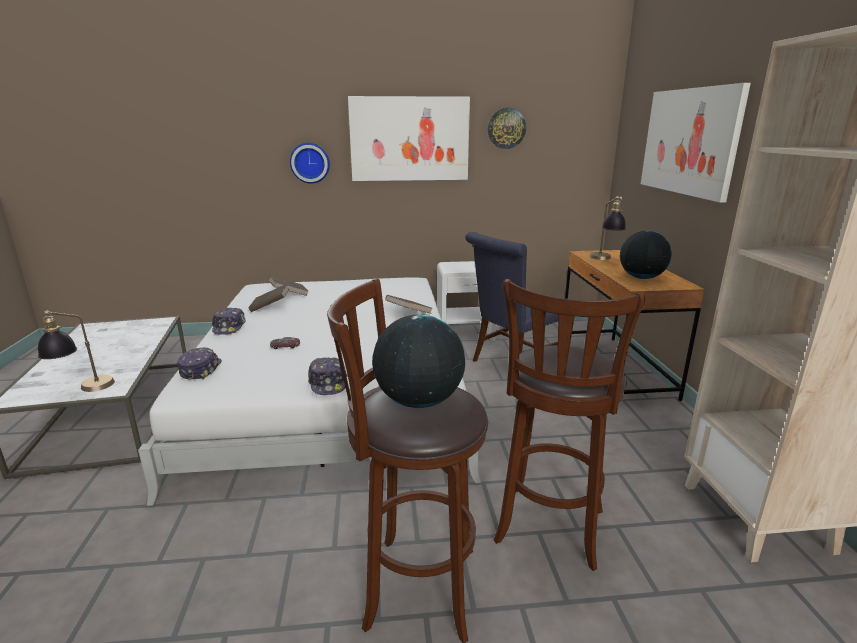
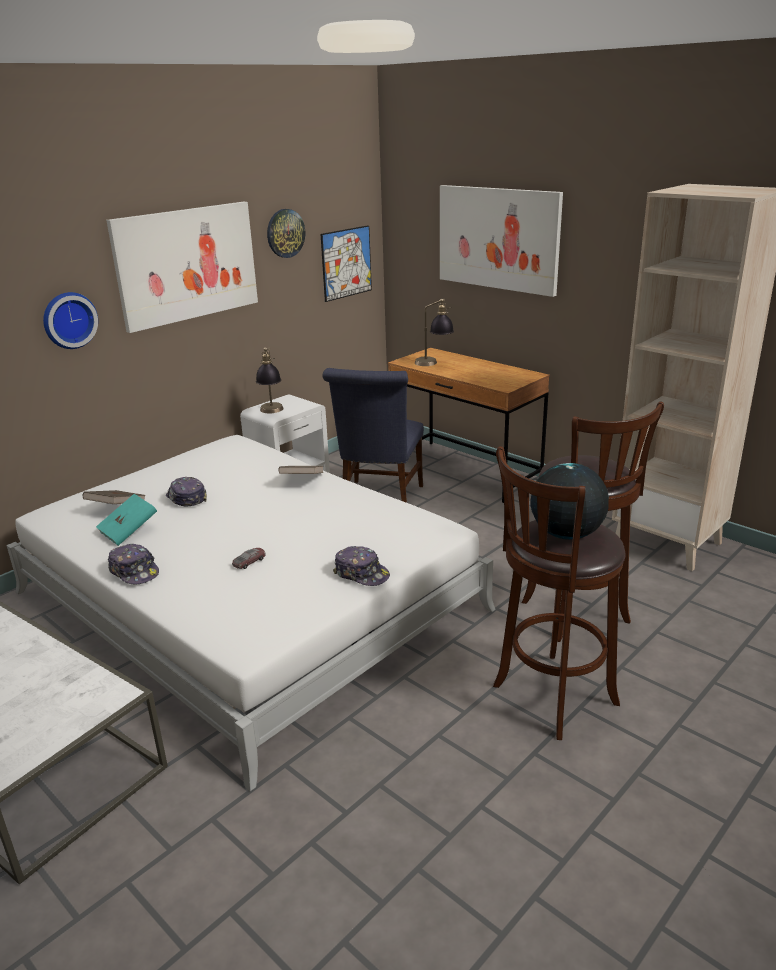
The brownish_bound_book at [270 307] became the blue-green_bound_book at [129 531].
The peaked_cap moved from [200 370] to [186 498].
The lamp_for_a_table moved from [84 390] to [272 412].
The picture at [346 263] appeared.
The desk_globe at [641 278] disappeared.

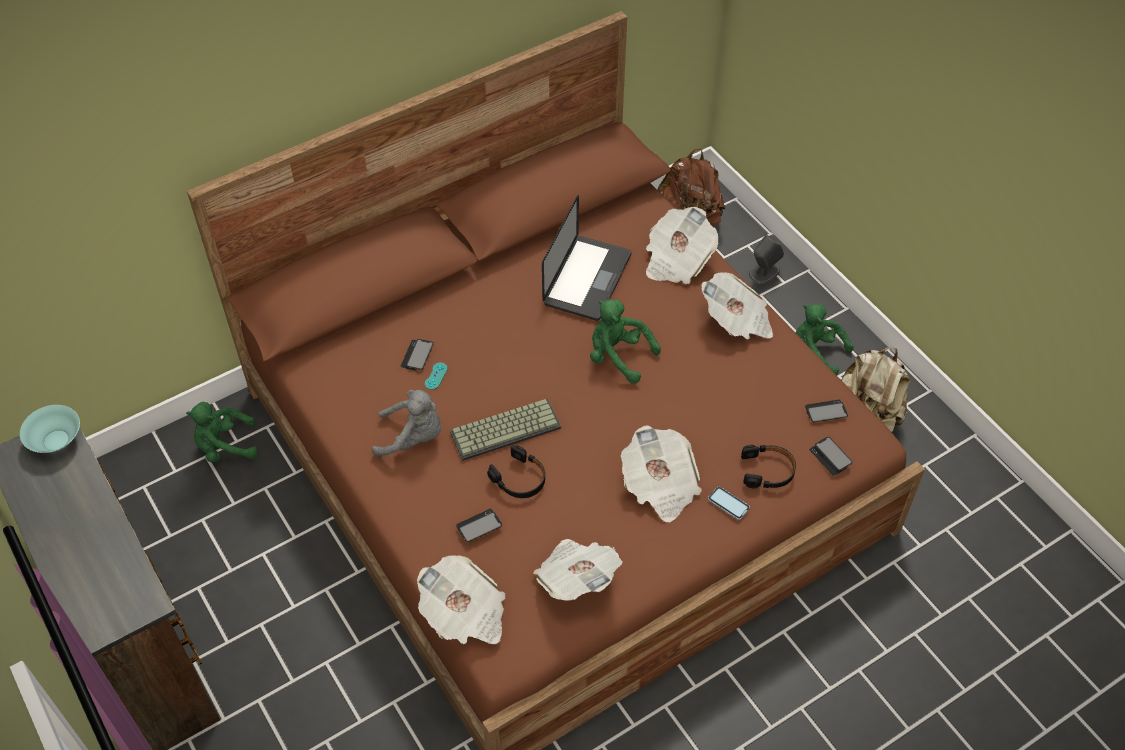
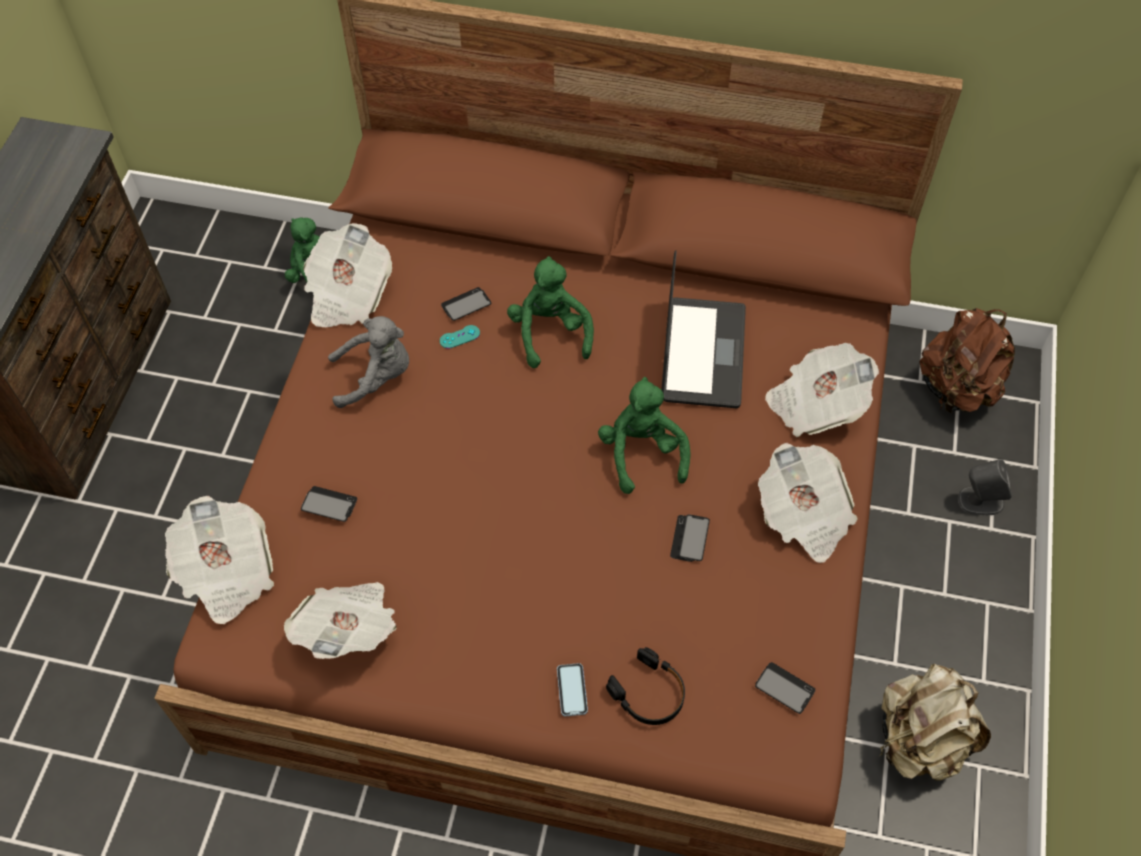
The daily_paper moved from [660 486] to [347 294].
The greyish_cuddly_toy at [413 437] turned 60 degrees counterclockwise.
The greenish_cuddly_toy moved from [815 353] to [550 332].
The laptop at [587 279] turned 60 degrees counterclockwise.
The telephone moved from [830 457] to [689 539].
The blue-green_serving_bowl at [55 440] disappeared.
The computer_keyboard at [506 428] disappeared.
The blackish_headphones at [519 478] disappeared.

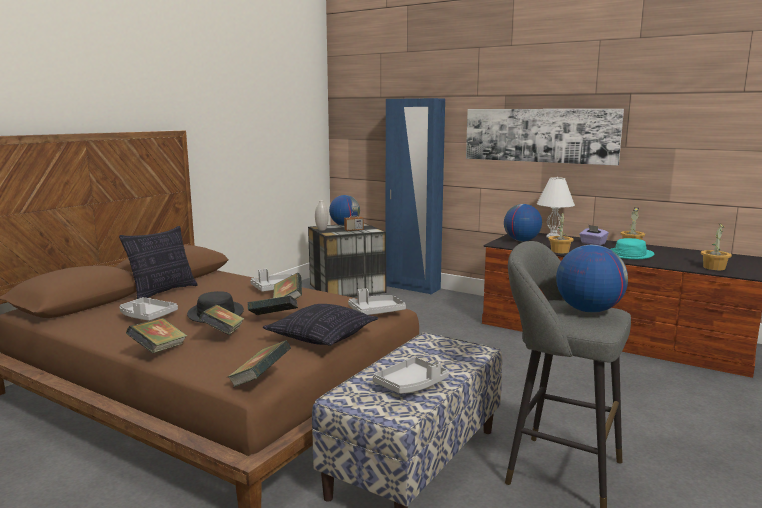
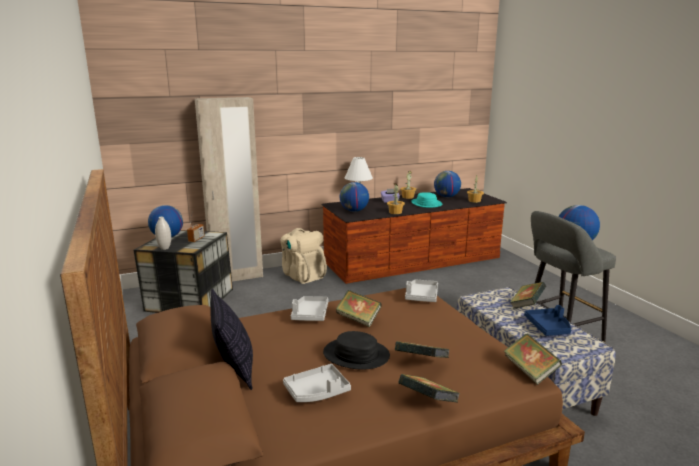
The blue_wardrobe at [412 287] became the beige_wardrobe at [237 277].
The beige_backpack at [302 275] appeared.
The desk_globe at [446 197] appeared.
The bound_book moved from [273 319] to [526 305].
The greyish_tray at [411 385] became the blue_tray at [548 327].
The cushion at [322 337] disappeared.
The picture at [539 135] disappeared.

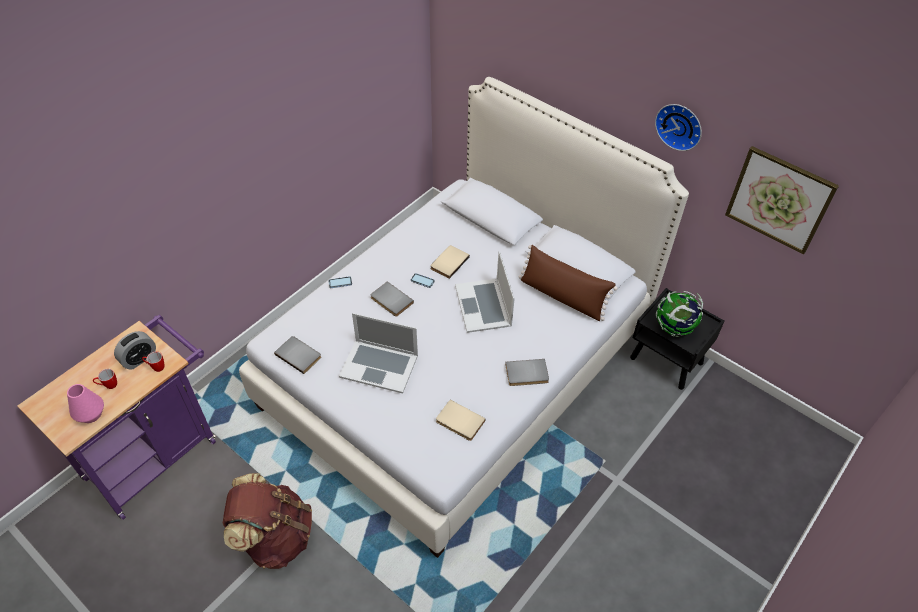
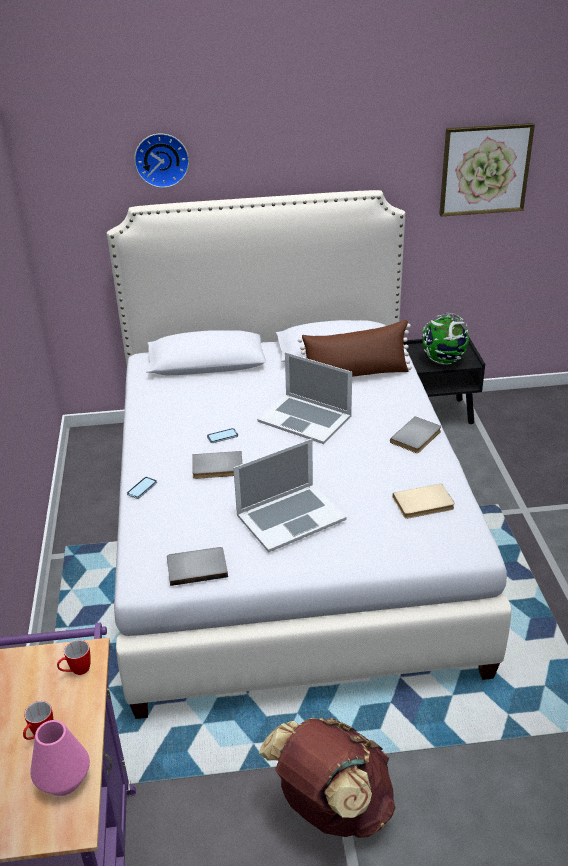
The clock_on_the_wall moved from [680 125] to [161 159].
The bedside_clock at [139 359] disappeared.
The beige_bound_book at [448 262] disappeared.

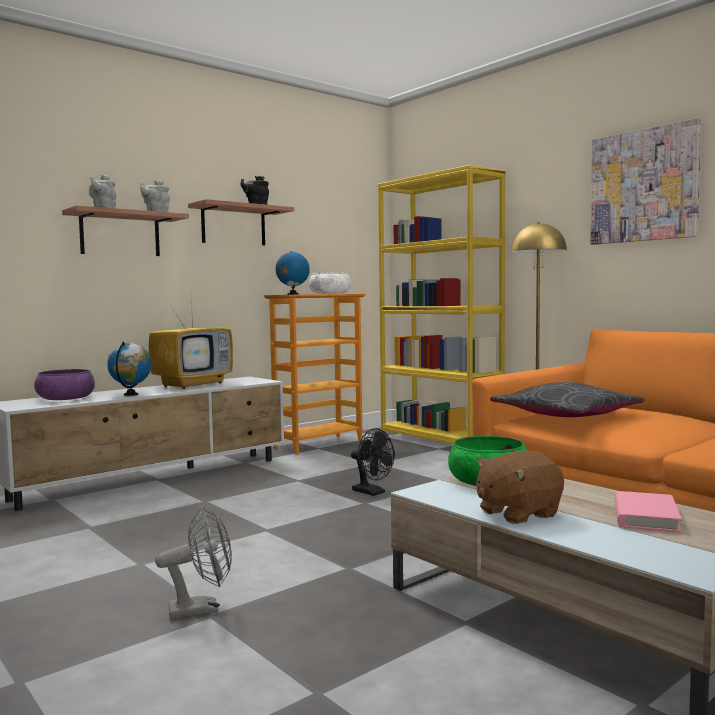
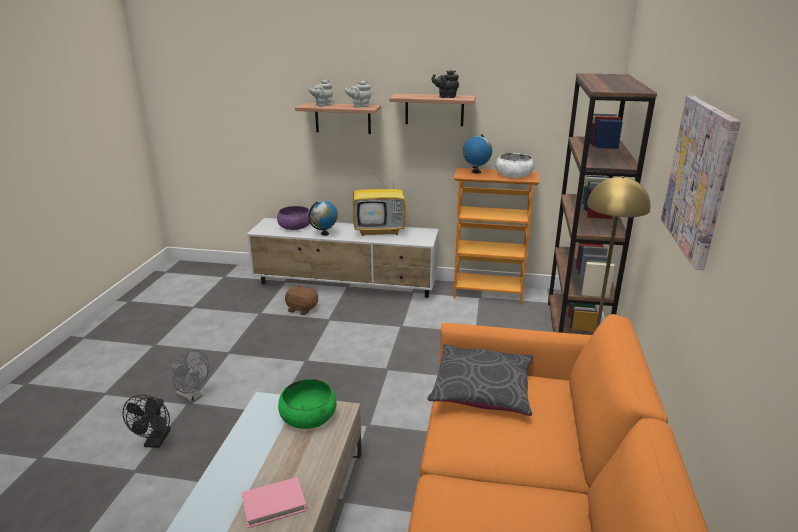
The blackish_fan moved from [372 492] to [156 442].
The brownish_cuddly_toy moved from [517 513] to [302 309].
The yellowish_shelving_unit at [440 442] became the brownish_shelving_unit at [574 332].

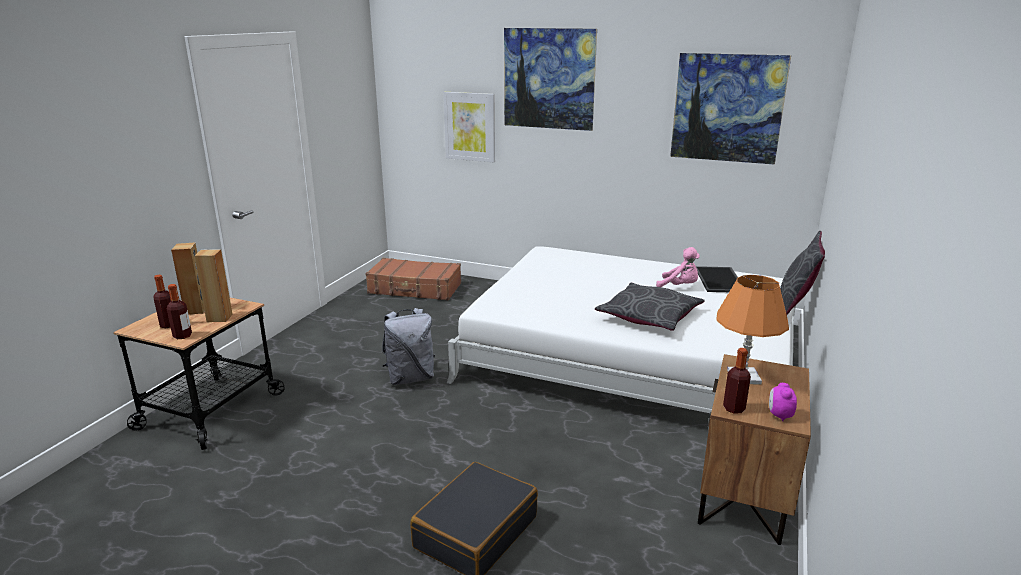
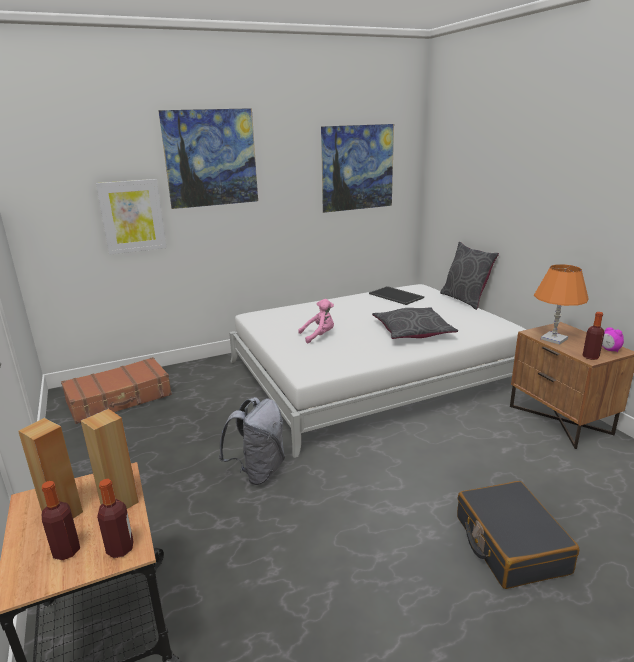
The pink_cuddly_toy moved from [679 286] to [319 336].

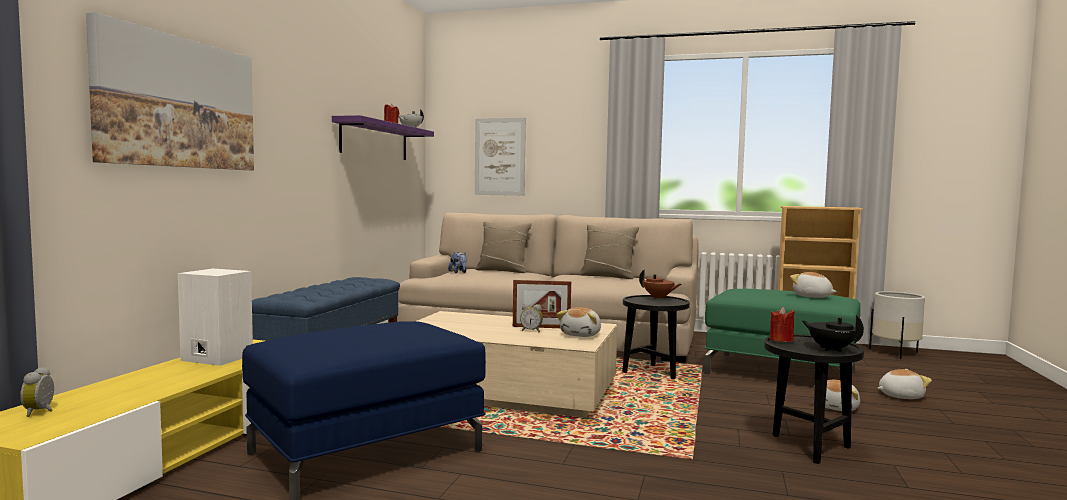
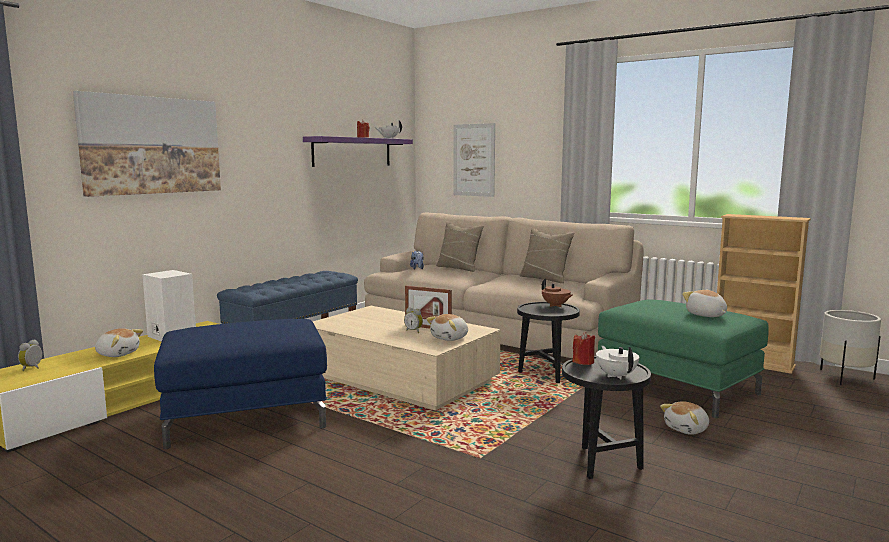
The cuddly_toy moved from [900 396] to [118 354].
The blackish_teapot at [830 349] became the whitish_teapot at [616 375].

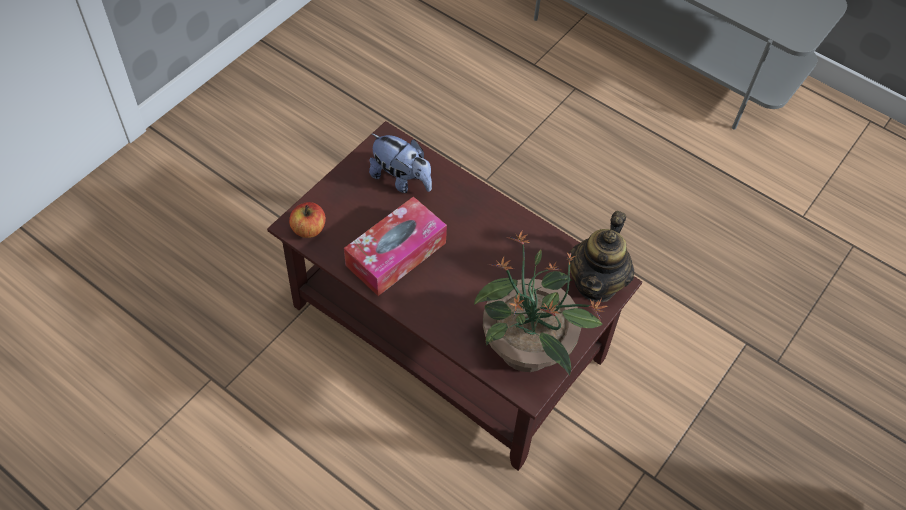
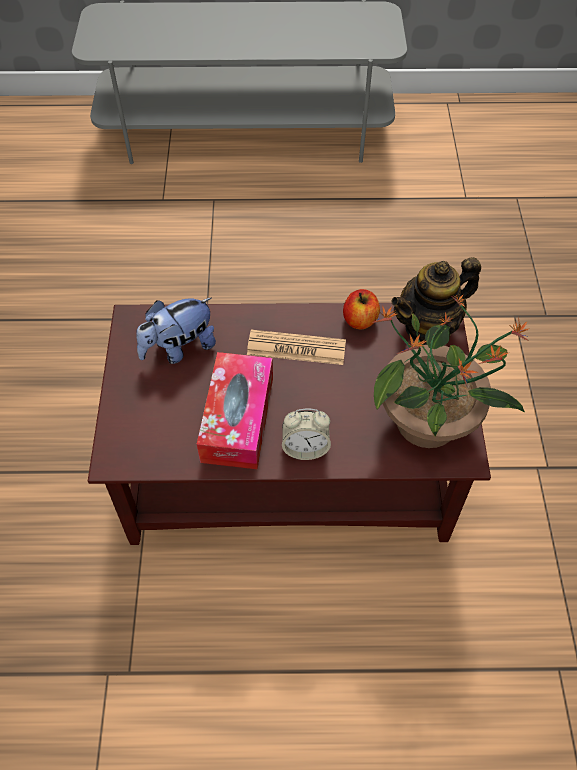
The cuddly_toy at [401 179] turned 150 degrees clockwise.
The daily_paper at [296 348] appeared.
The bedside_clock at [305 447] appeared.
The apple_fruit moved from [309 229] to [360 320].
The teapot at [596 283] turned 75 degrees clockwise.

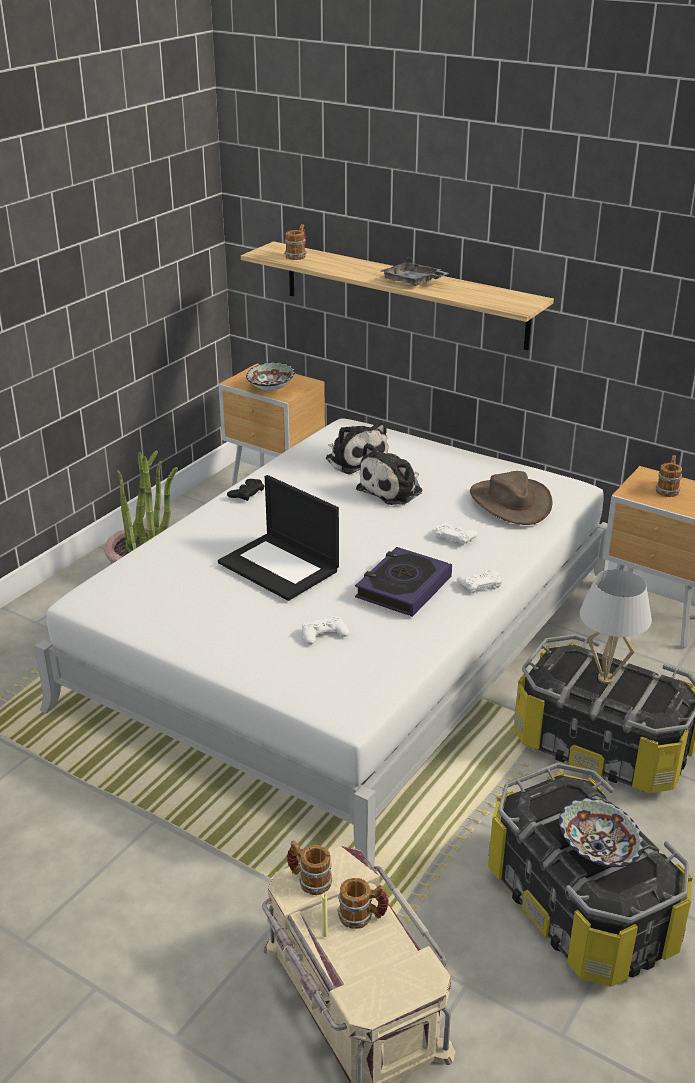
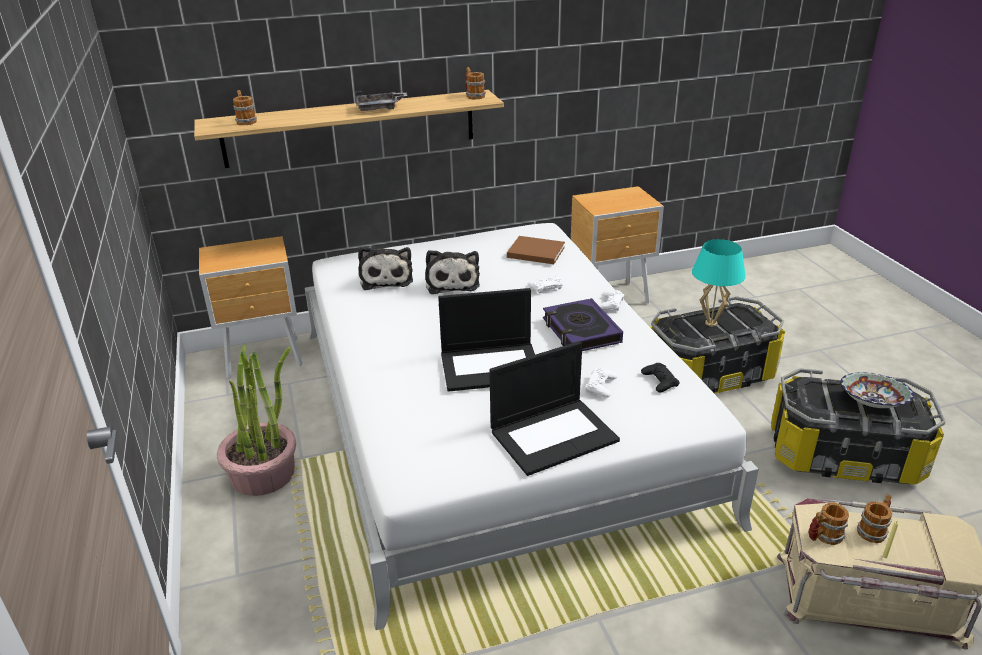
The cuddly_toy at [355 459] turned 75 degrees clockwise.
The coffee_mug moved from [668 489] to [473 96].
The laptop at [554 435] appeared.
The brownish_hat at [510 502] was replaced by the brownish_bound_book at [534 252].
The blackish_joypad moved from [246 493] to [659 381].
The whitish_lamp_for_a_table at [606 678] became the blue-green_lamp_for_a_table at [711 323].
The serving_bowl at [271 389] disappeared.

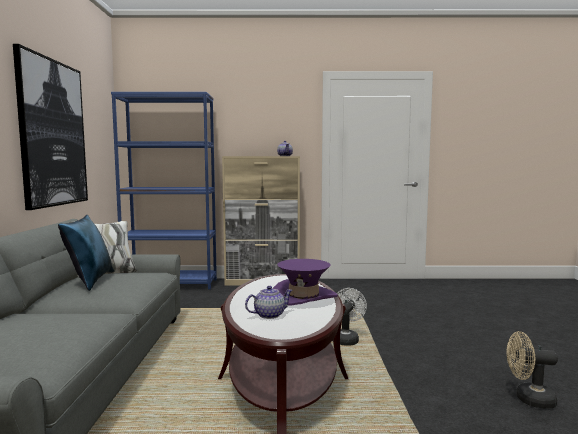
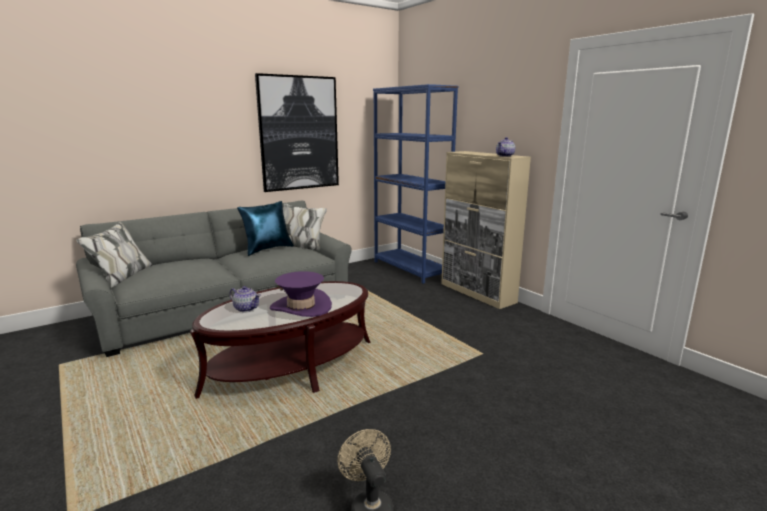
The whitish_fan at [346 339] disappeared.

